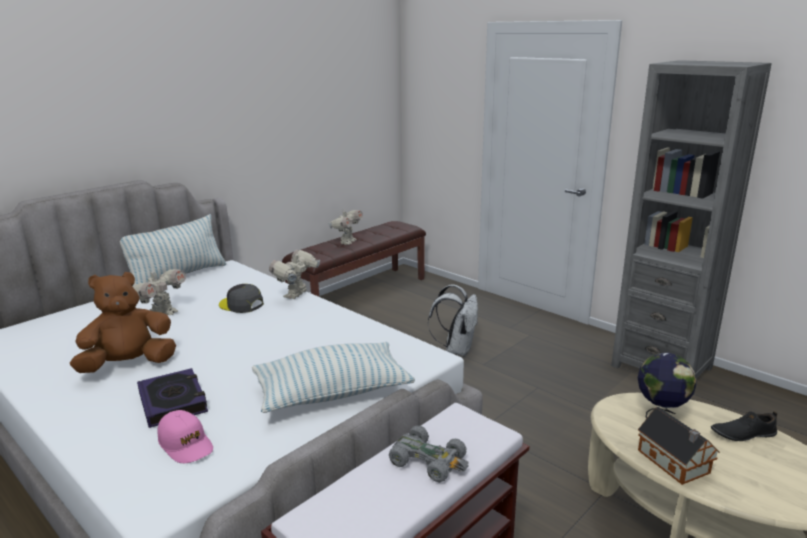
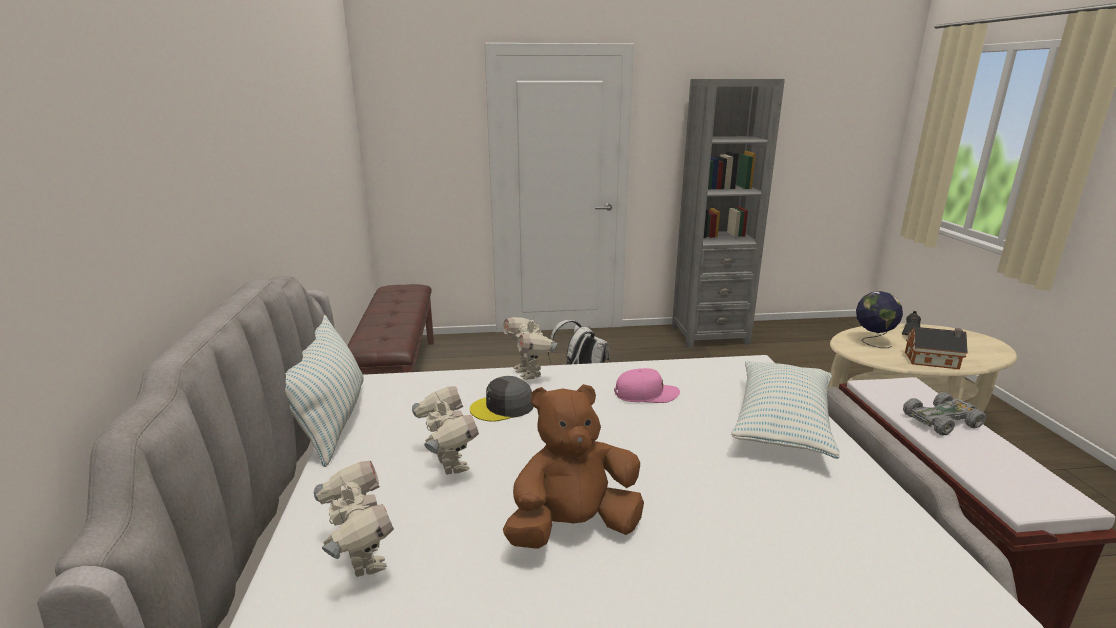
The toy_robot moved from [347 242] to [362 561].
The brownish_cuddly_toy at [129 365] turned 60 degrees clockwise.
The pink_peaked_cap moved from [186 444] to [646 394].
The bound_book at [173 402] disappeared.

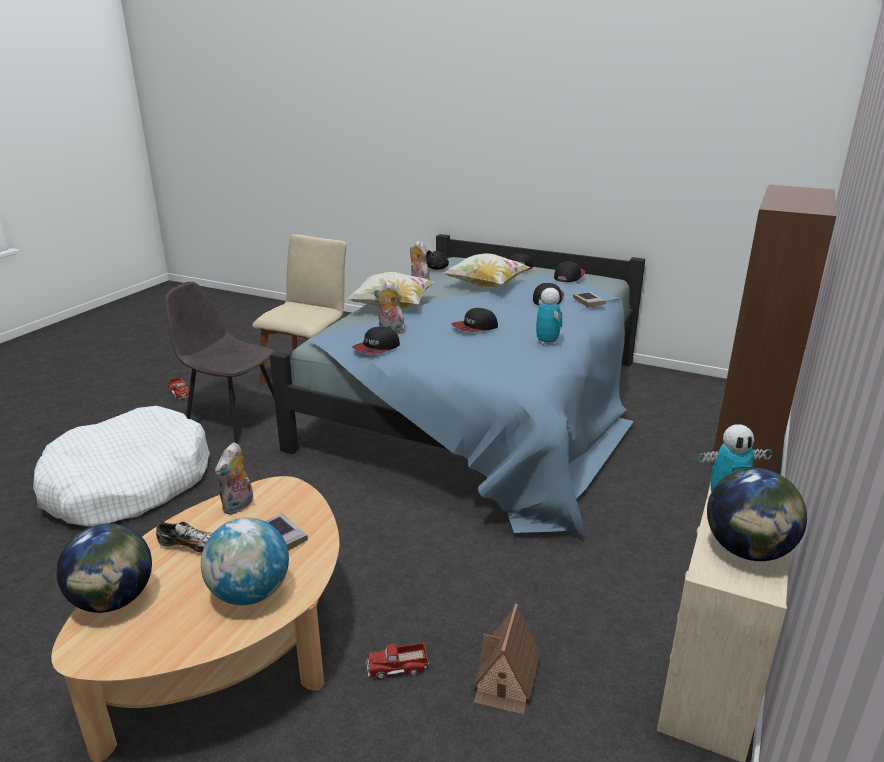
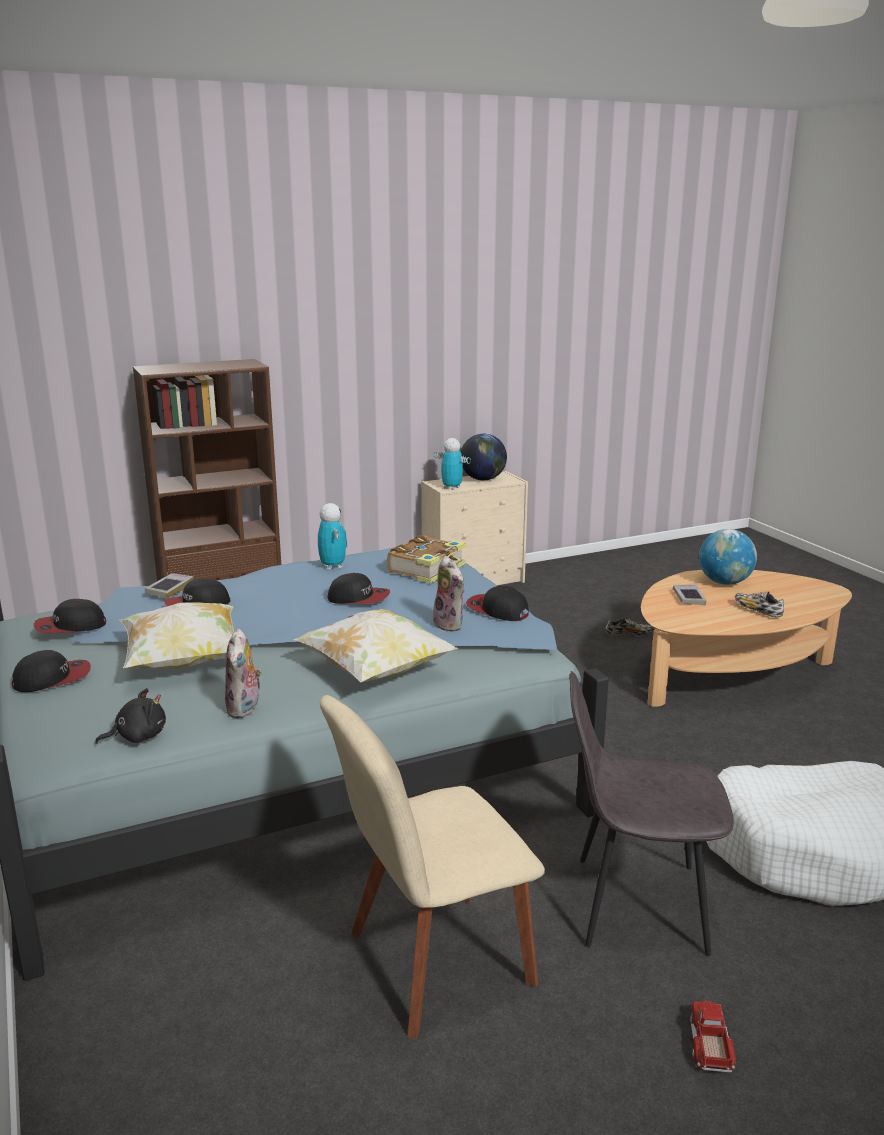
The toy_robot at [547 343] turned 135 degrees clockwise.
The bound_book at [428 569] appeared.
The peaked_cap at [377 348] turned 135 degrees counterclockwise.
The greyish_plain_chair at [233 420] turned 120 degrees clockwise.
The model_truck at [397 666] was replaced by the item_of_footwear at [628 635].
The desk_globe at [114 600] disappeared.
The cuddly_toy at [239 506] disappeared.
The toy_house at [506 678] disappeared.

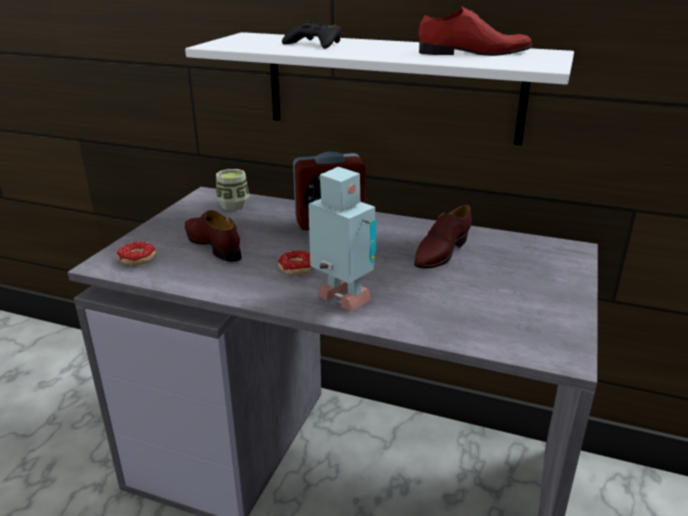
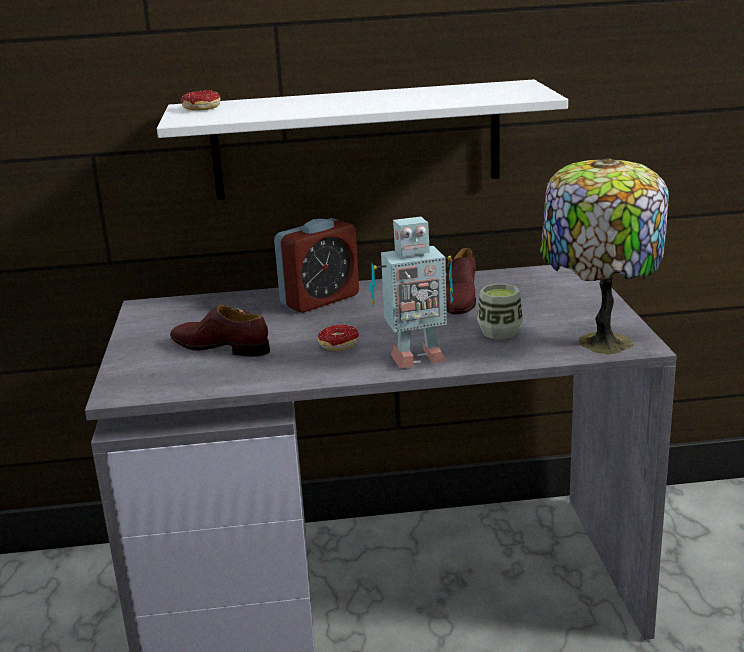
The ring_doughnut moved from [136 263] to [204 109].
The toy_robot at [342 301] turned 150 degrees clockwise.
The cup moved from [233 205] to [499 332].
The lamp_for_a_table at [599 341] appeared.
The blackish_joypad at [314 44] disappeared.
The red-coloured_item_of_footwear at [474 52] disappeared.

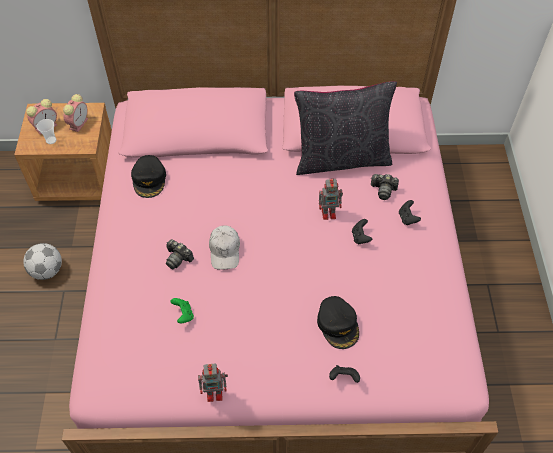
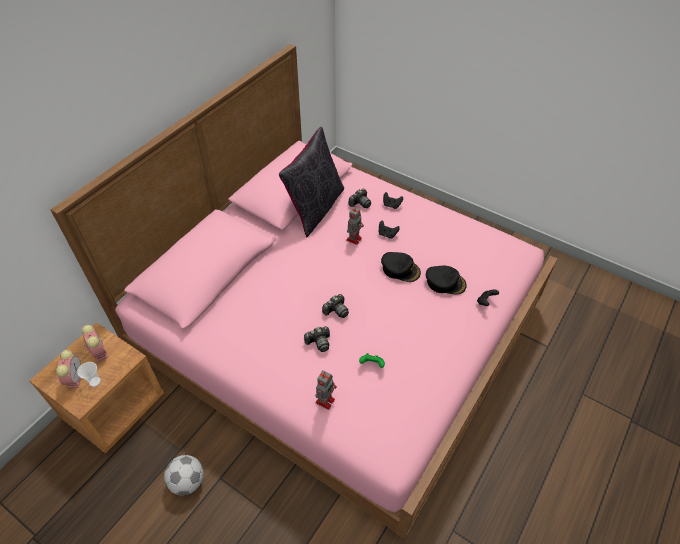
The toy_robot moved from [215 392] to [325 400].
The whitish_peaked_cap at [225 250] was replaced by the photo_camera at [336 311].
The blackish_peaked_cap moved from [149 179] to [400 269].

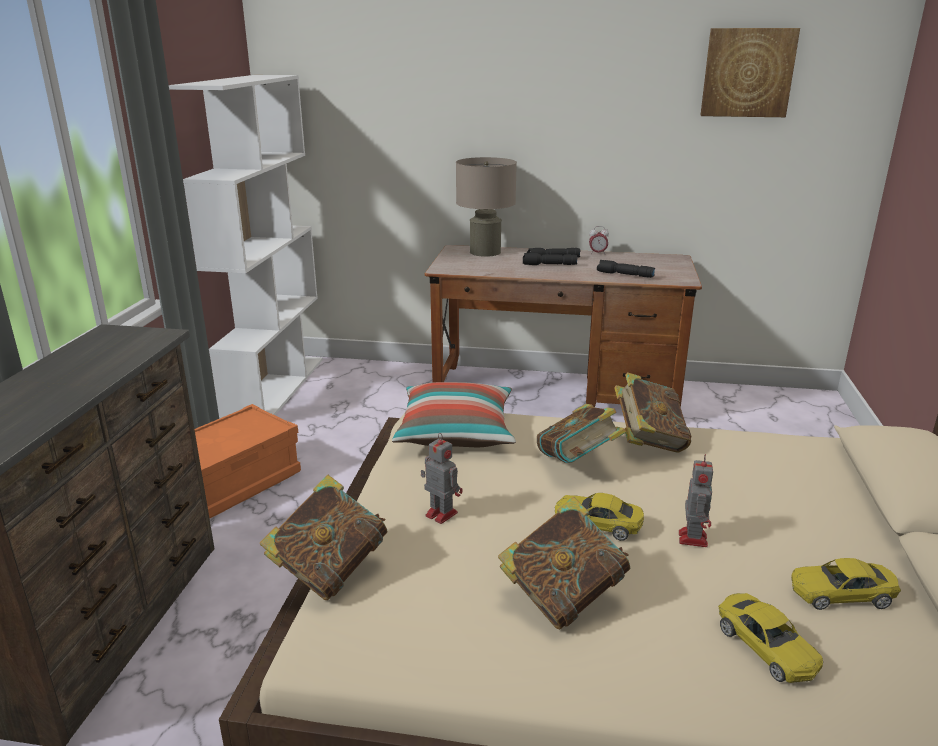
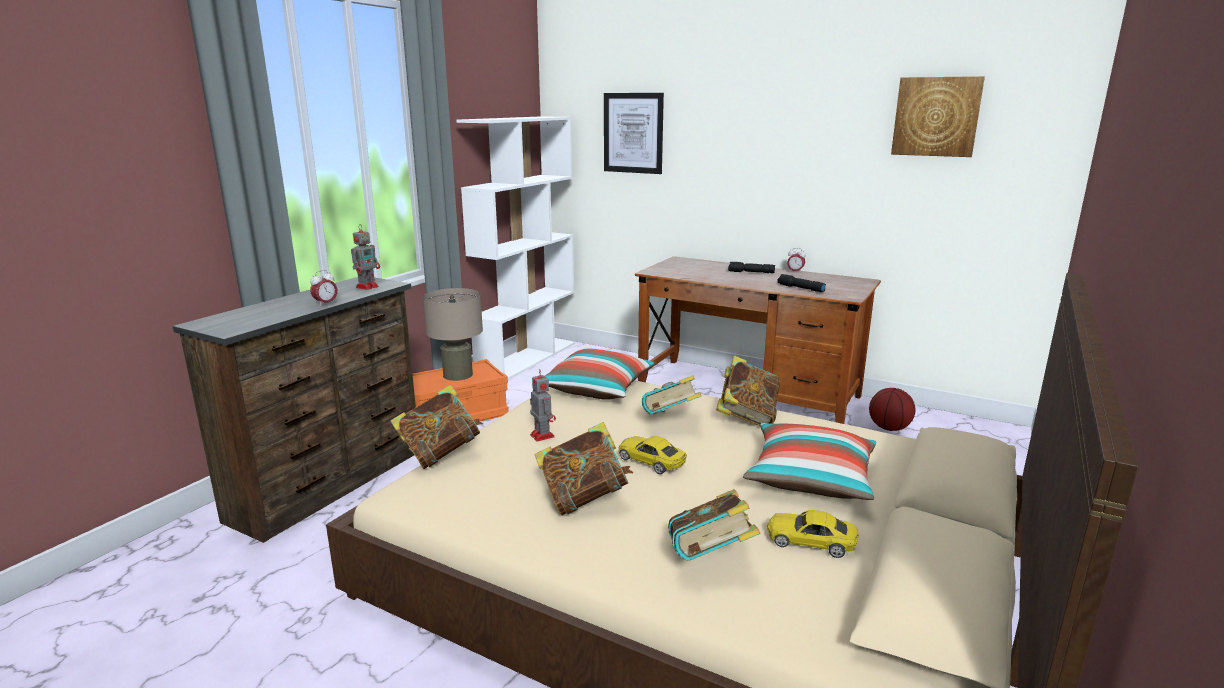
The bedside_clock at [325 304] appeared.
The toy_robot moved from [692 537] to [368 286].
The beige_lamp_for_a_table moved from [485 252] to [457 375].
The picture at [633 133] appeared.
The yellowish_model_car at [766 647] was replaced by the bound_book at [710 559].
The cushion at [810 478] appeared.
The ball_for_basketball at [889 428] appeared.
The blackish_torch at [549 265] disappeared.

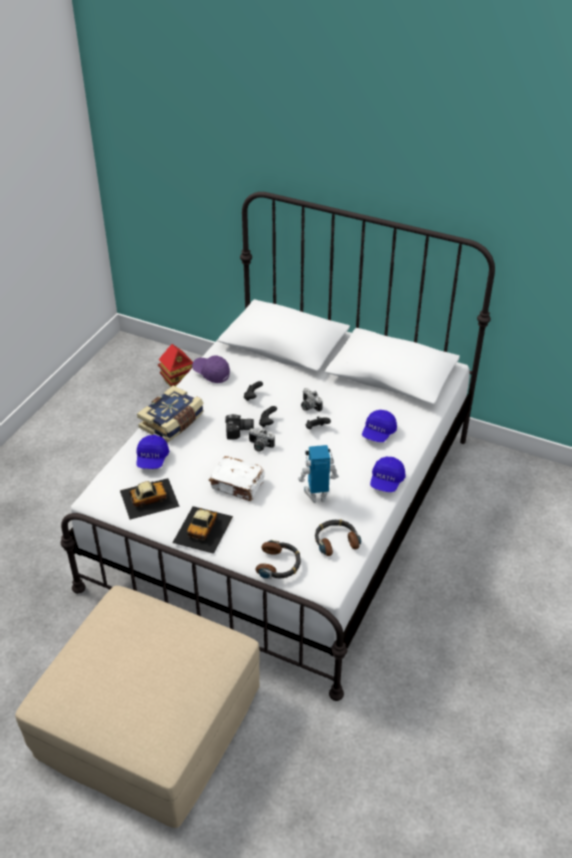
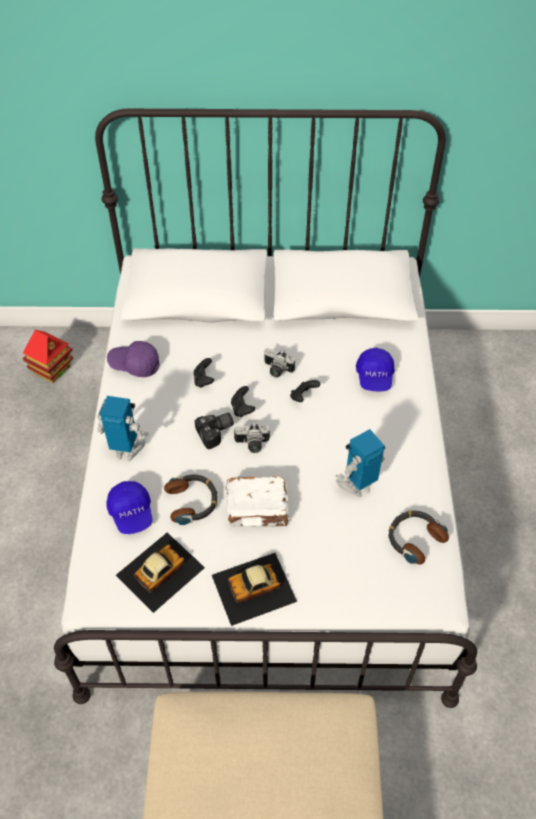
The bound_book at [173 422] was replaced by the toy_robot at [127 450].
The headphones moved from [279 564] to [192 502].
The model_car at [203 529] turned 75 degrees clockwise.
The blue_peaked_cap at [386 481] disappeared.

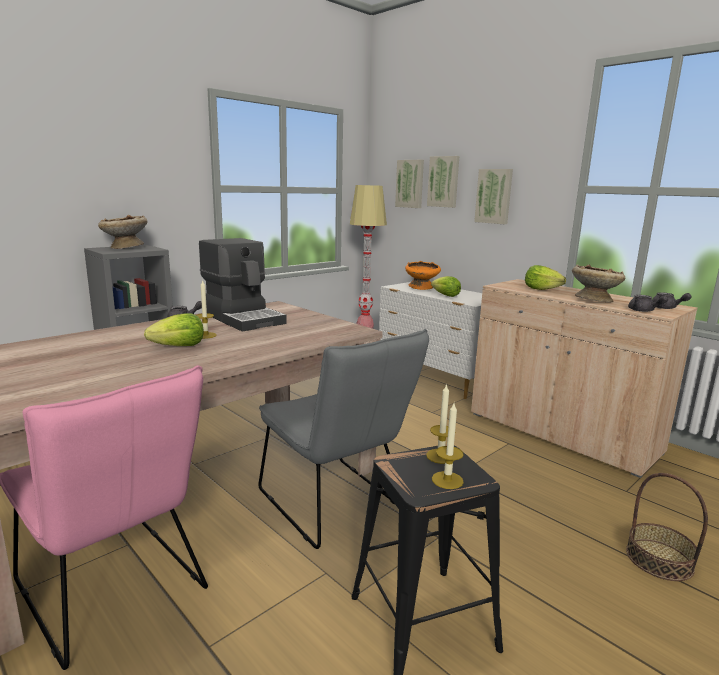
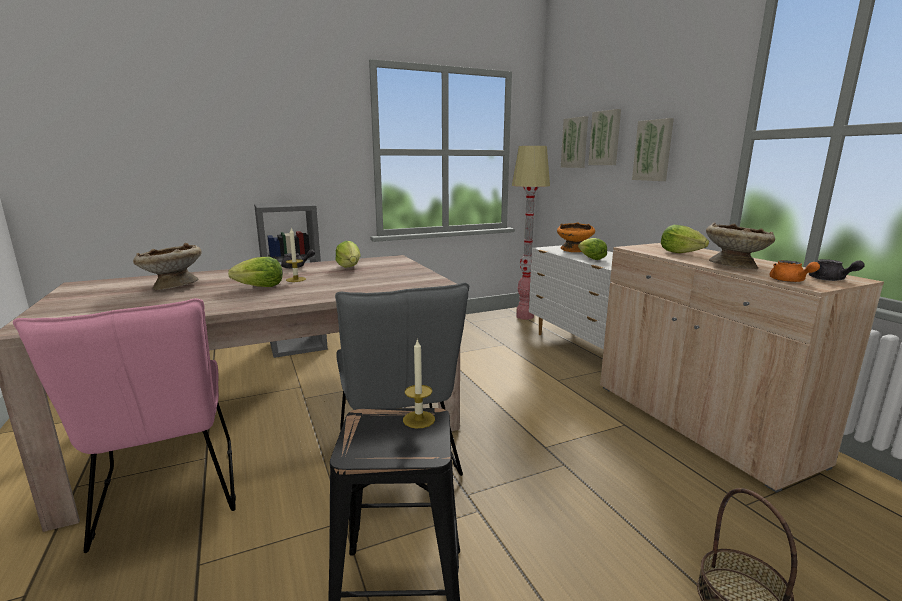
The beige_serving_bowl moved from [125 248] to [173 287].
The coffee_machine at [244 318] was replaced by the lettuce_head at [349 267].
The greyish_teapot at [644 311] became the orange_teapot at [789 281].
The candle at [447 480] disappeared.

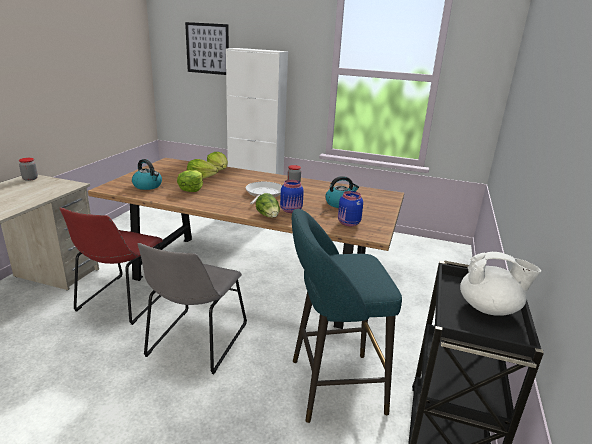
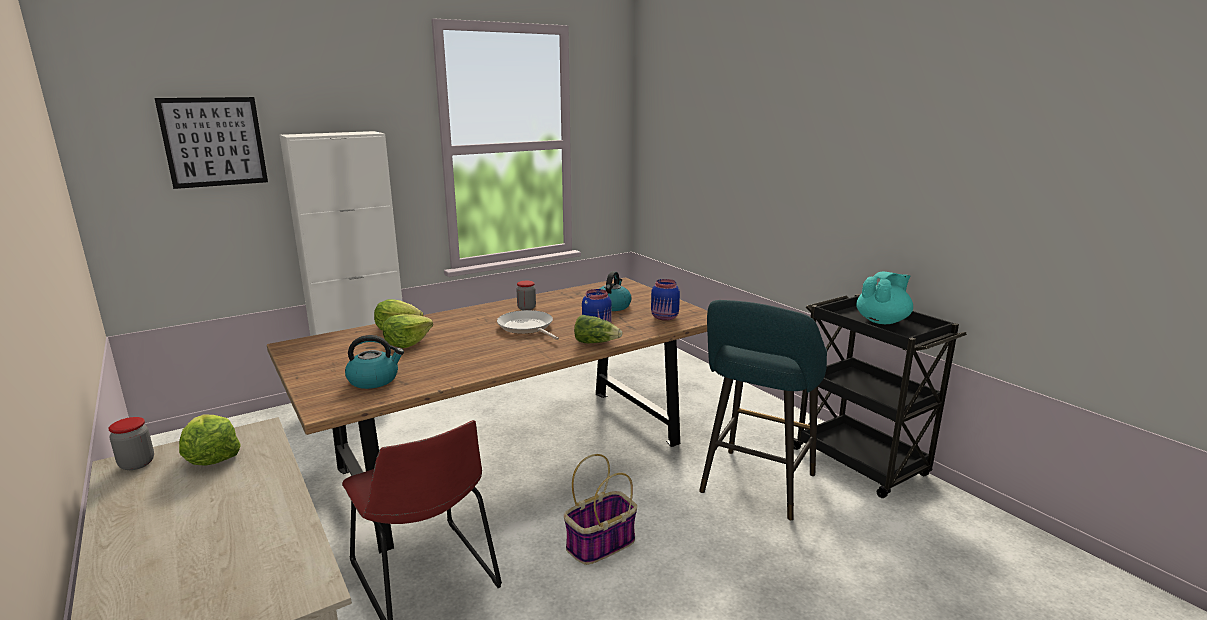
The lettuce_head moved from [191 189] to [211 456].
The greyish_plain_chair at [196 342] was replaced by the storage_basket at [600 545].
The whitish_teapot at [489 308] became the blue-green_teapot at [882 321].

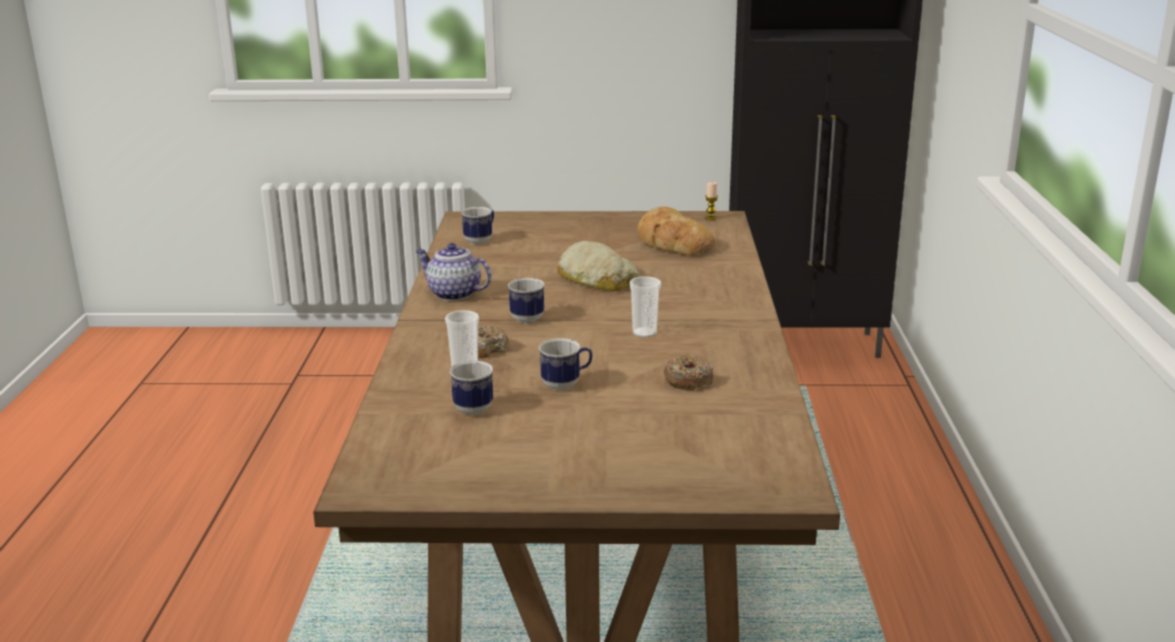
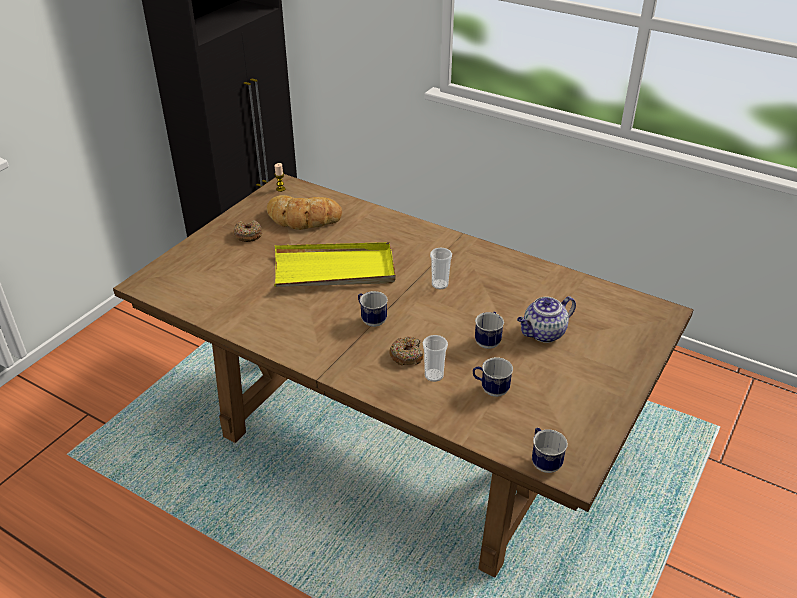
The ring_doughnut moved from [688 380] to [248 235].
The baked_bread at [597 278] was replaced by the yellowish_tray at [334 269].
The teapot moved from [453 294] to [543 333].
The coffee_mug moved from [481 240] to [543 461].

